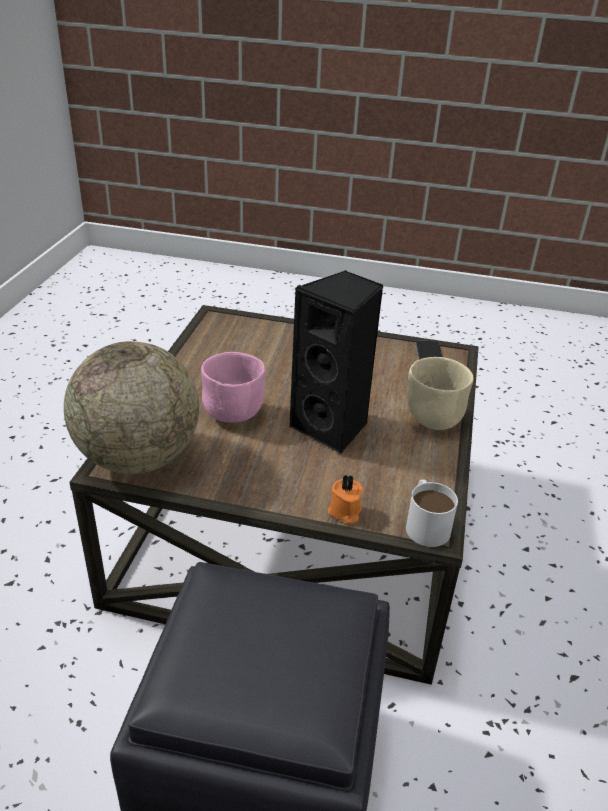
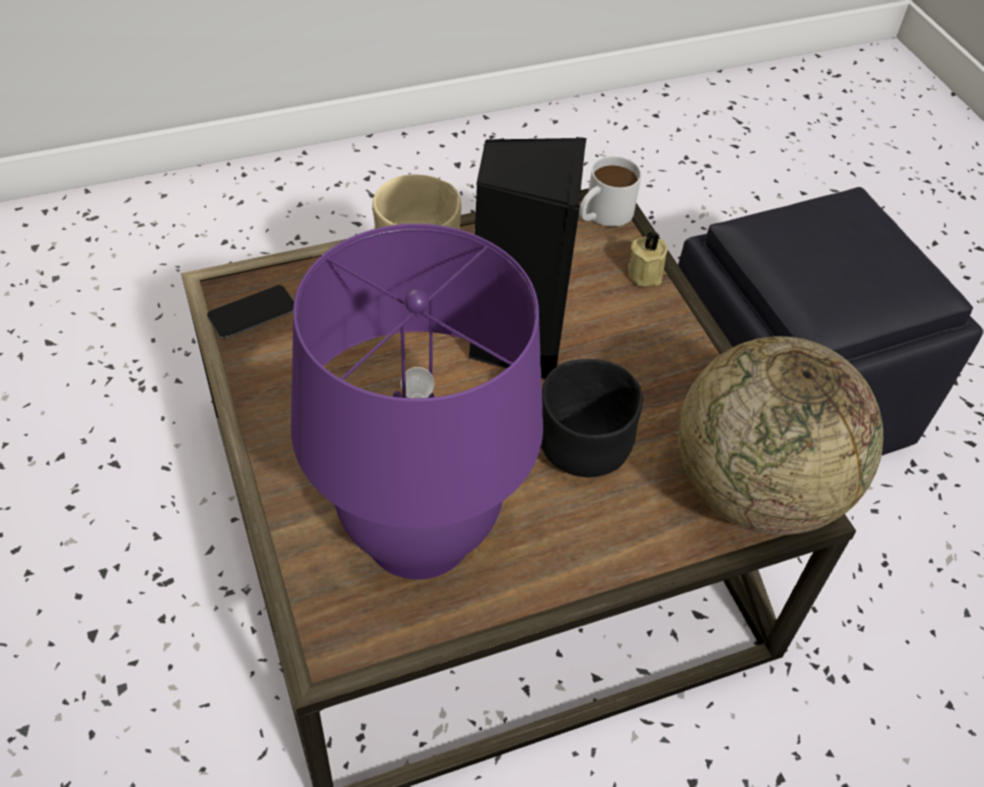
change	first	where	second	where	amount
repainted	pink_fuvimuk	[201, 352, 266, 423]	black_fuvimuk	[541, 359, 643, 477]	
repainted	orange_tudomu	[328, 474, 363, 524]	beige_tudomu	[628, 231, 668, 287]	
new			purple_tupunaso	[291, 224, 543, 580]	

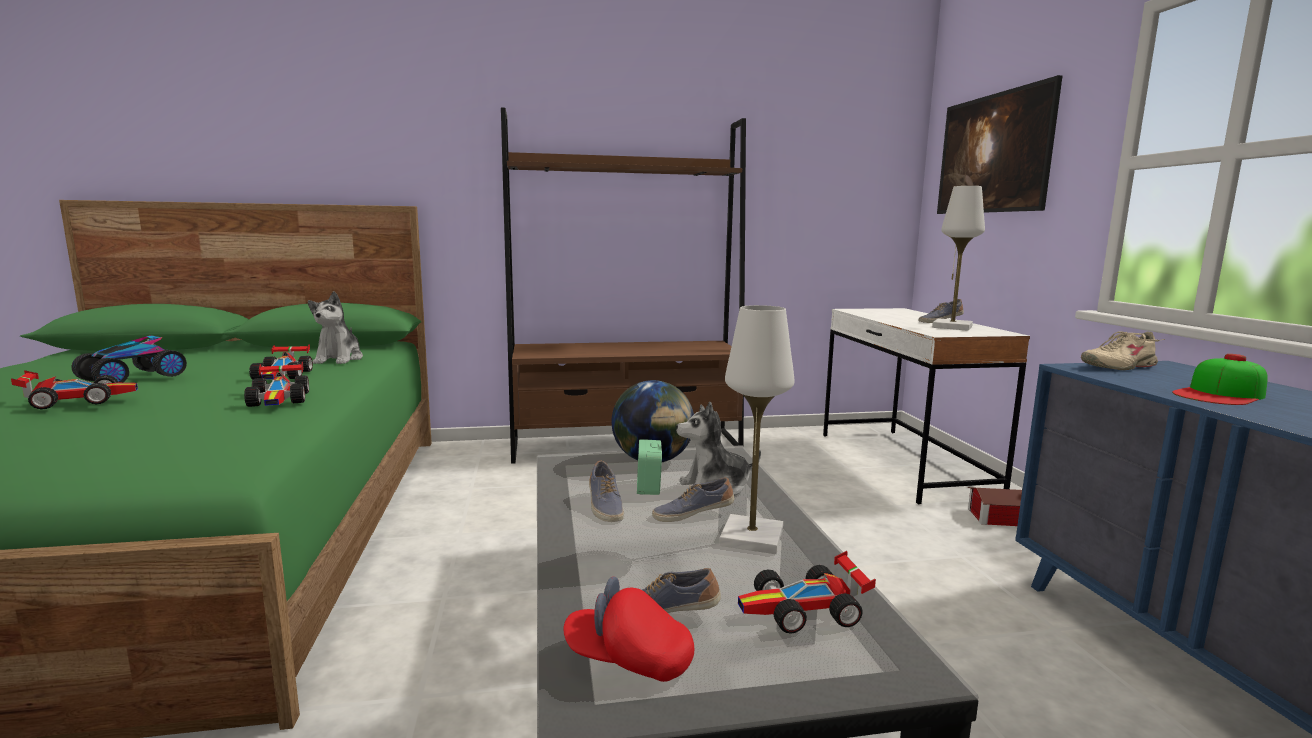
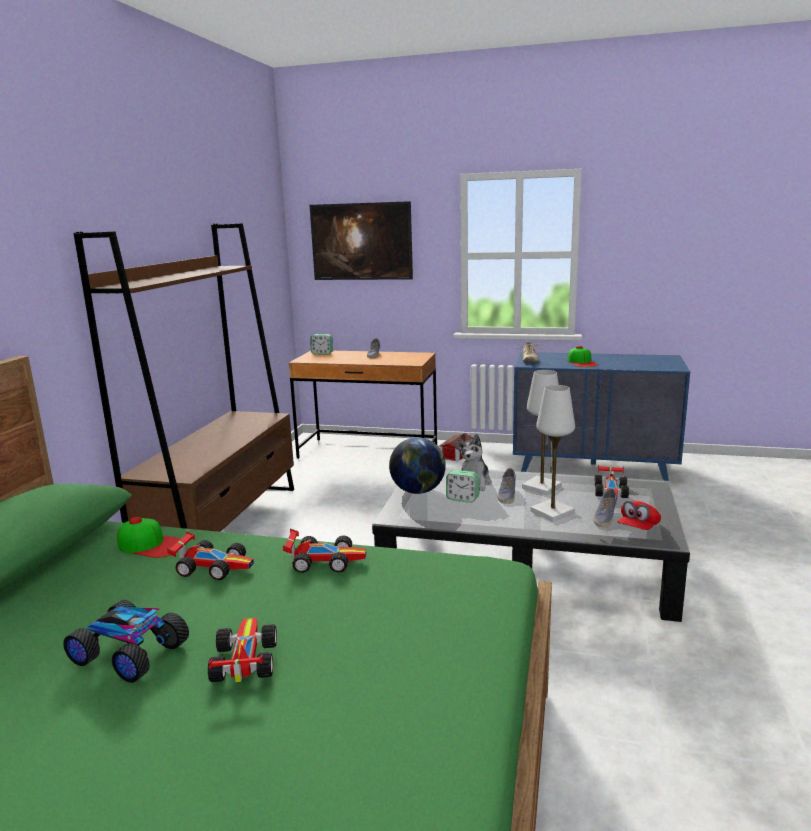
change	first	where	second	where	amount
rotated	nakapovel	[71, 335, 187, 383]		[63, 600, 189, 683]	150 degrees clockwise
swapped	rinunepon	[308, 291, 363, 364]	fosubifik	[117, 517, 186, 558]	
gone	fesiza	[589, 460, 624, 522]			
repainted	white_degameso	[823, 308, 1030, 504]	brown_degameso	[289, 351, 437, 459]	
shifted	white_tupunaso	[932, 186, 985, 331]		[530, 385, 575, 522]	
new			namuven	[310, 334, 333, 354]	

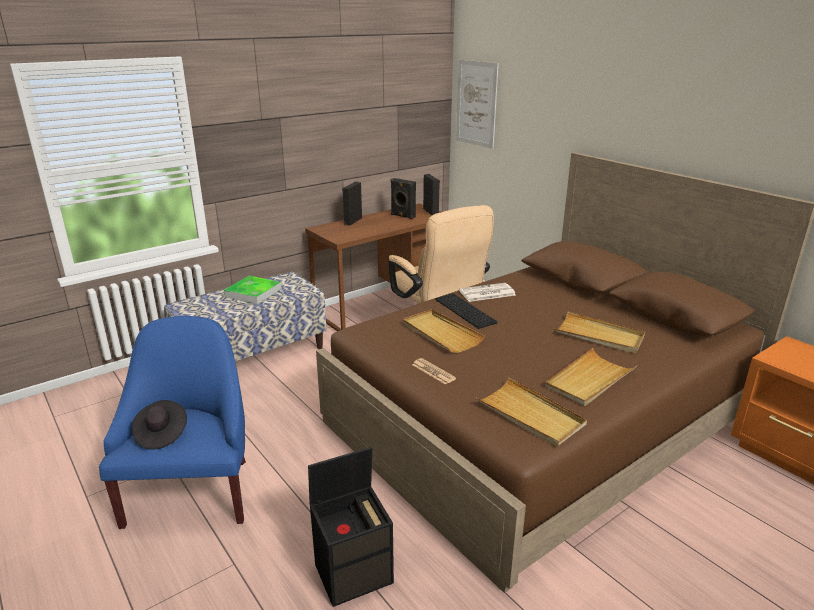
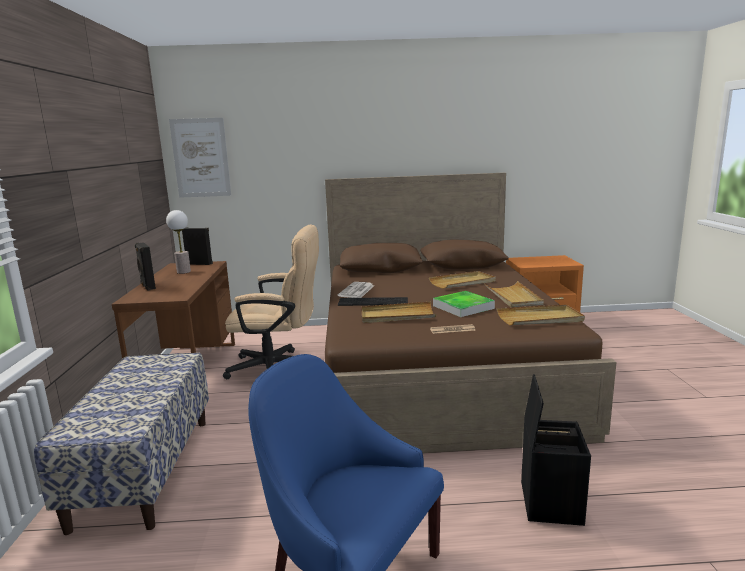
change	first	where	second	where	amount
gone	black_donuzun	[132, 400, 187, 450]			
shifted	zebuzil	[224, 276, 282, 304]		[433, 291, 495, 317]	
swapped	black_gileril	[391, 178, 416, 219]	tupunaso	[166, 210, 191, 274]	

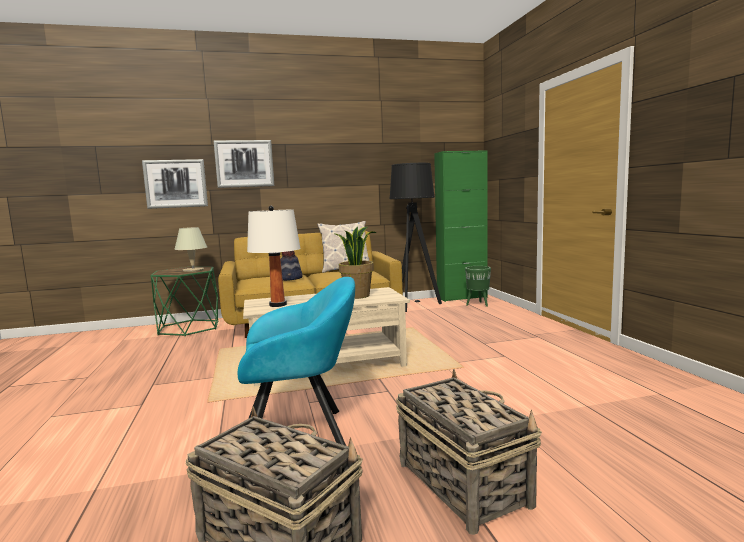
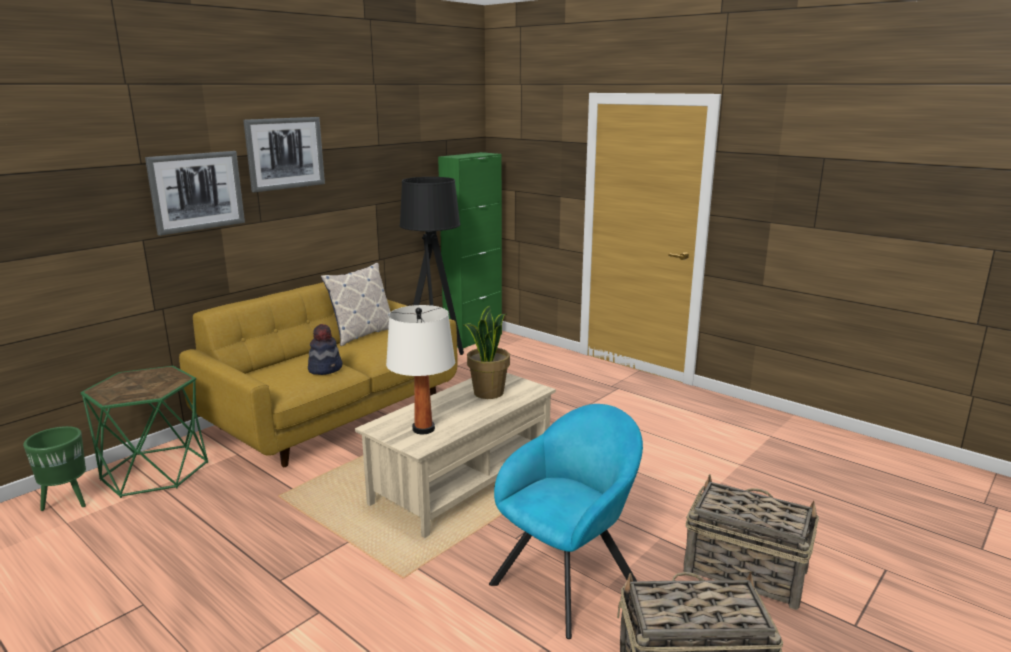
change	first	where	second	where	amount
shifted	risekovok	[142, 159, 208, 209]		[243, 117, 325, 192]	
gone	beige_tupunaso	[174, 227, 207, 272]			
shifted	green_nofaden	[465, 266, 491, 307]		[23, 426, 86, 511]	

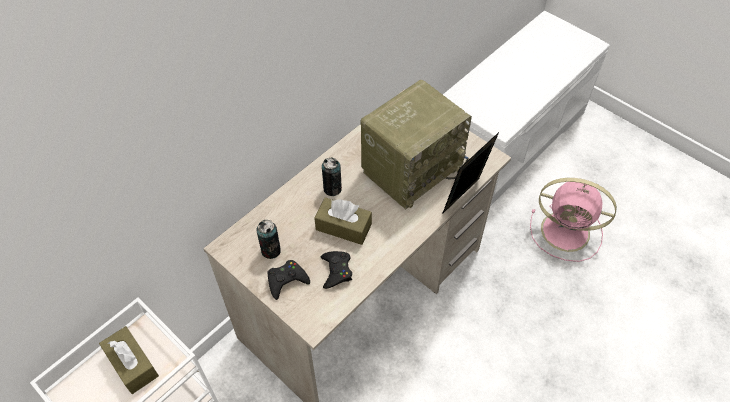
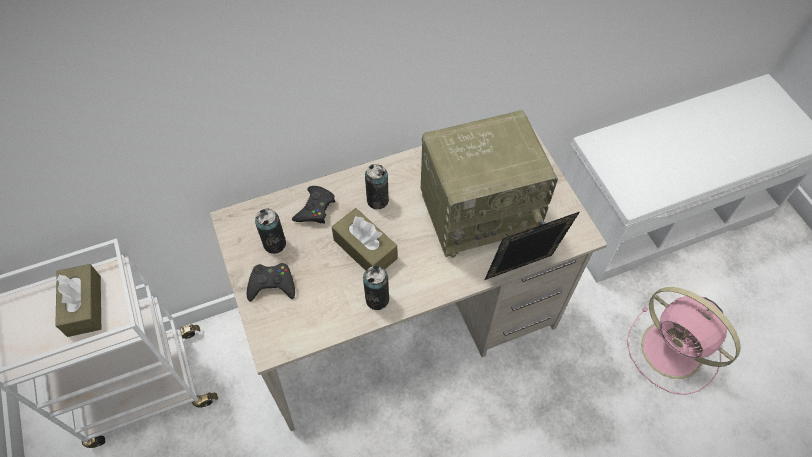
change	first	where	second	where	amount
shifted	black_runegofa	[321, 251, 352, 289]		[292, 186, 335, 224]	
new			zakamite	[363, 266, 389, 310]	

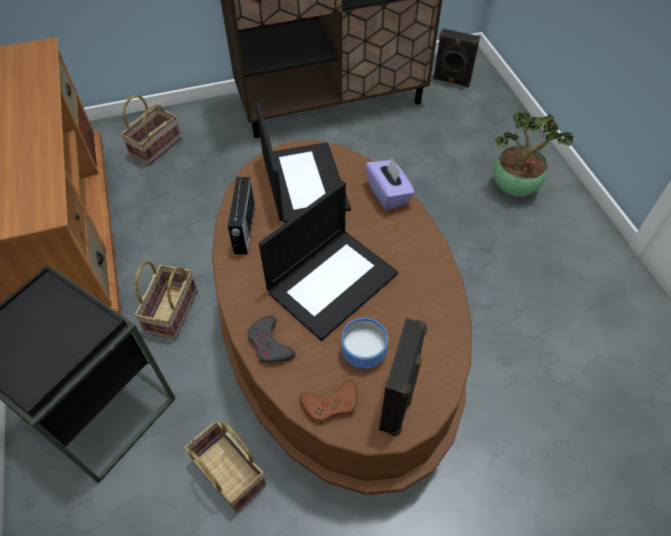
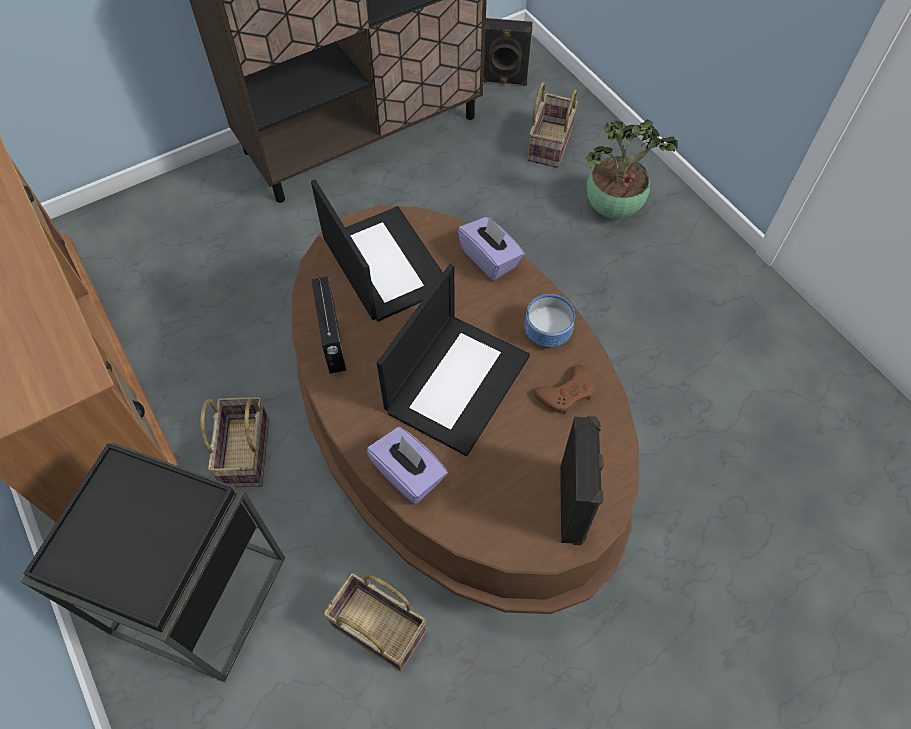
change	first	where	second	where	amount
shifted	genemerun	[121, 95, 181, 166]		[528, 82, 578, 168]	
swapped	grey_runegofa	[248, 315, 295, 362]	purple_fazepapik	[366, 427, 448, 504]	
shifted	brown_runegofa	[300, 379, 357, 424]		[534, 365, 595, 414]	
shifted	fuvimuk	[341, 318, 388, 369]		[524, 294, 575, 347]	

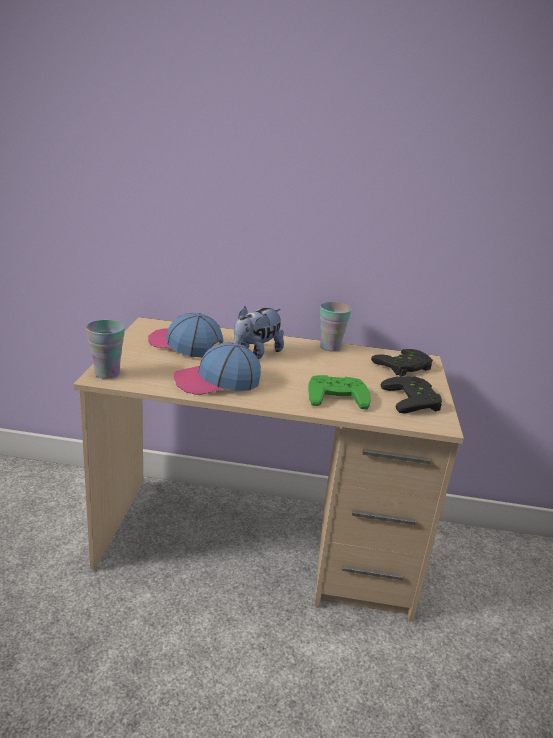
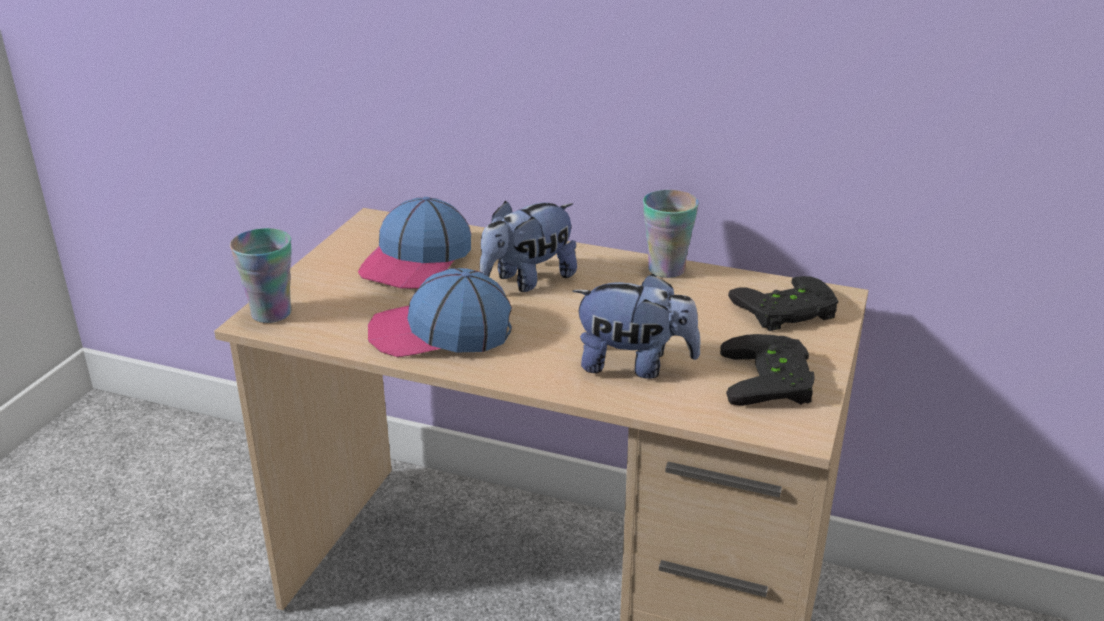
change	first	where	second	where	amount
rotated	fosubifik	[148, 313, 223, 357]		[358, 197, 471, 289]	105 degrees counterclockwise
swapped	green_runegofa	[308, 375, 371, 410]	rinunepon	[572, 274, 701, 379]	

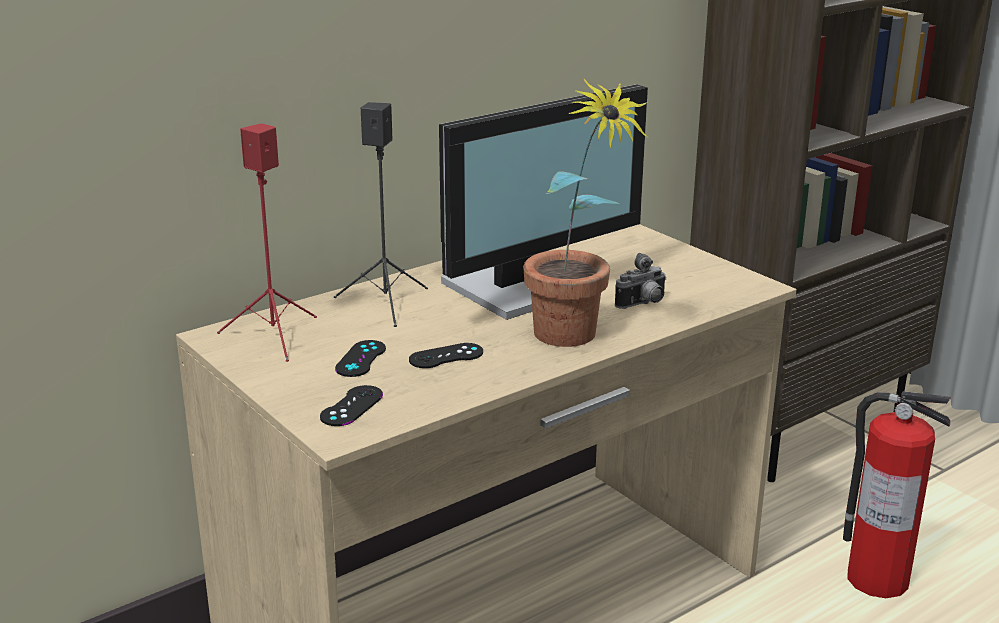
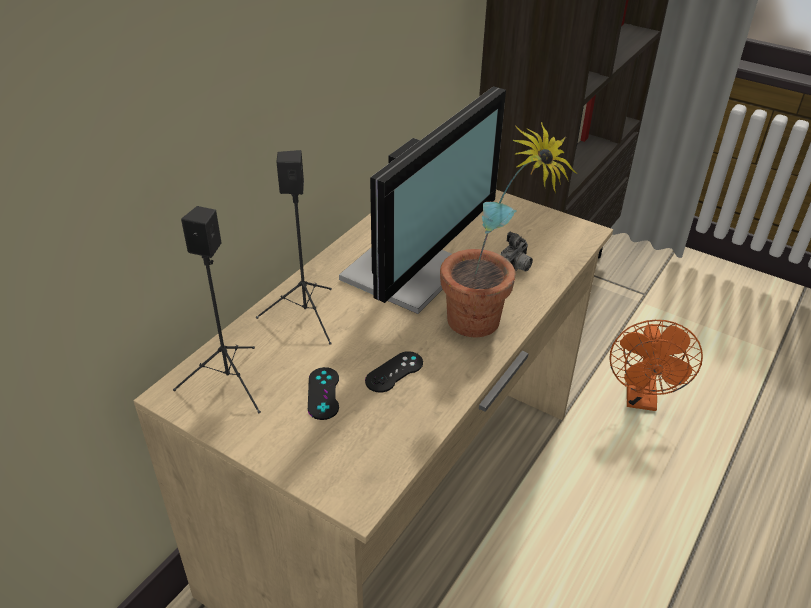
change	first	where	second	where	amount
repainted	red_gileril	[217, 123, 317, 362]	black_gileril	[173, 206, 261, 413]	
gone	black_runegofa	[320, 385, 383, 426]			
swapped	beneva	[843, 391, 951, 598]	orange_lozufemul	[609, 320, 703, 411]	

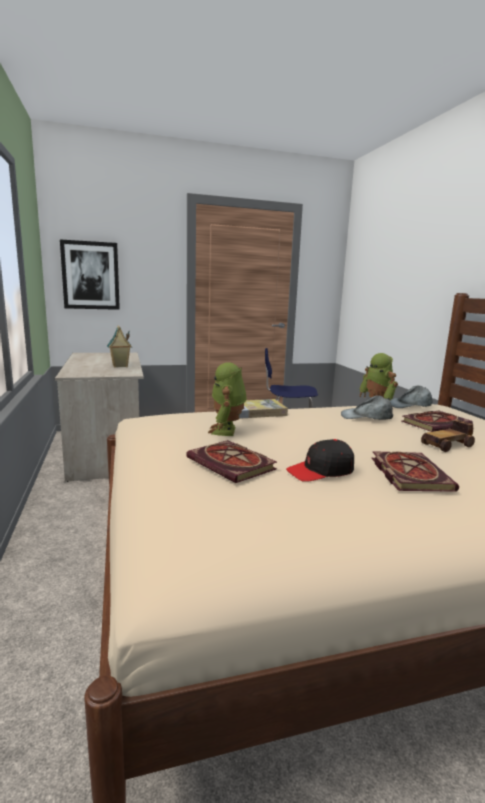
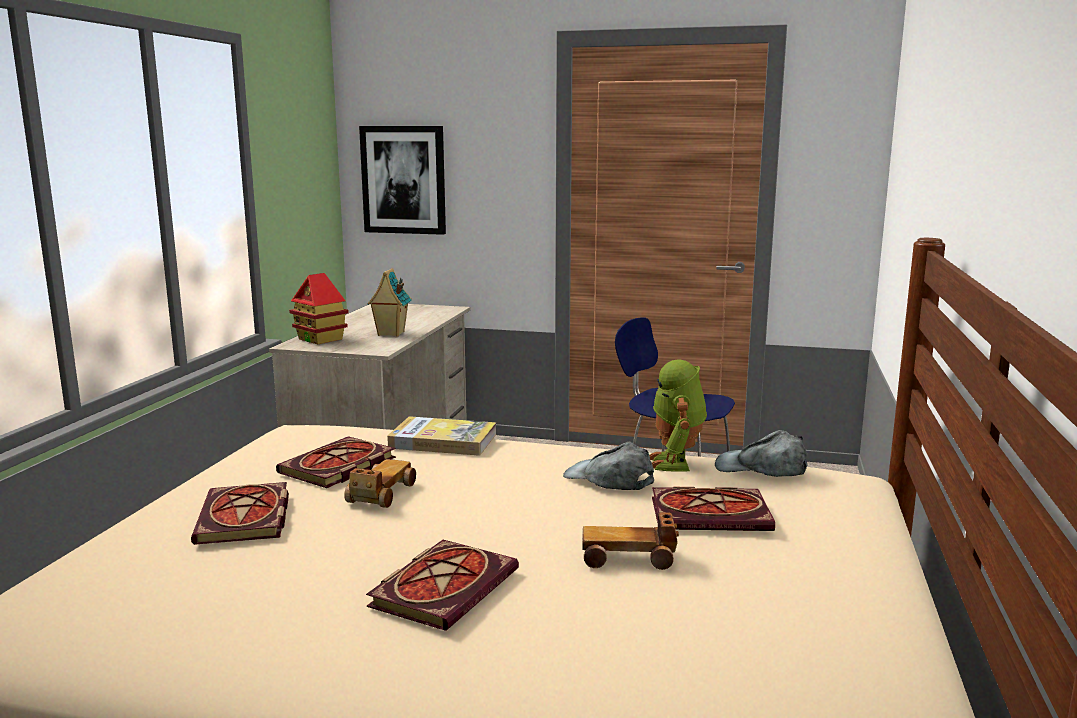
change	first	where	second	where	amount
swapped	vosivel	[208, 362, 247, 436]	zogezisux	[276, 436, 396, 488]	
gone	black_fosubifik	[286, 439, 354, 482]			
new			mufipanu	[289, 273, 349, 344]	
new			nakapovel	[344, 459, 416, 508]	

